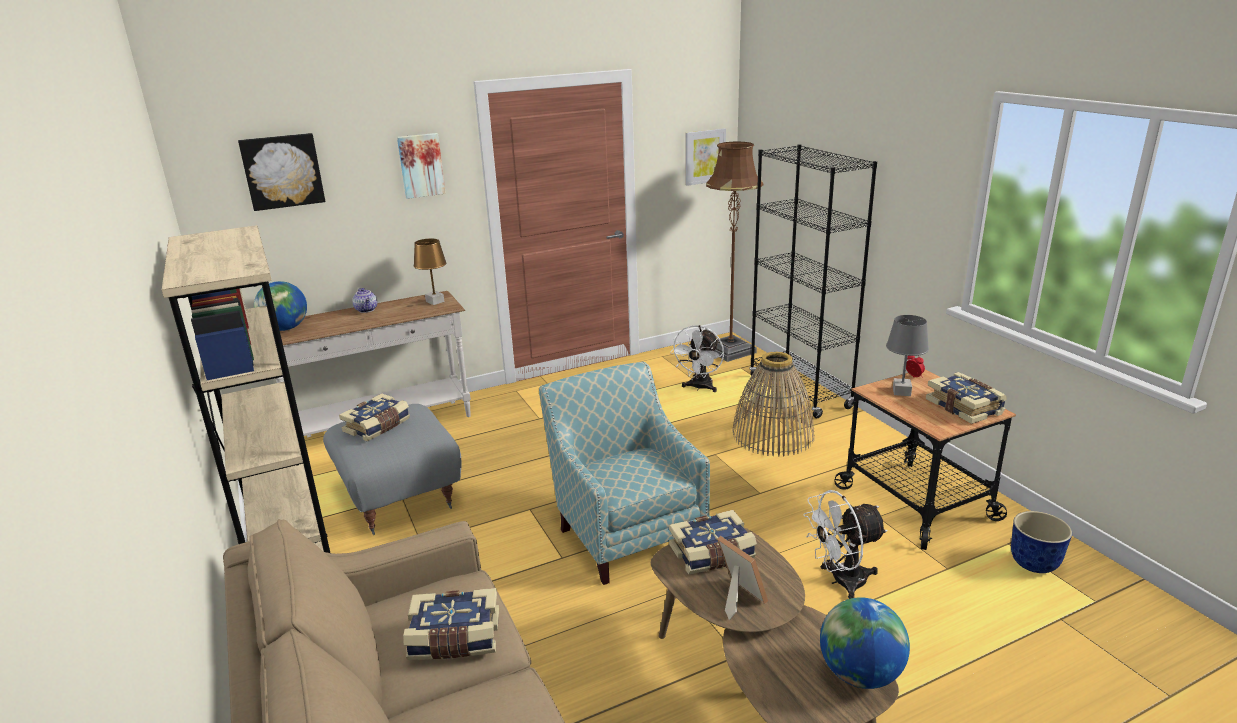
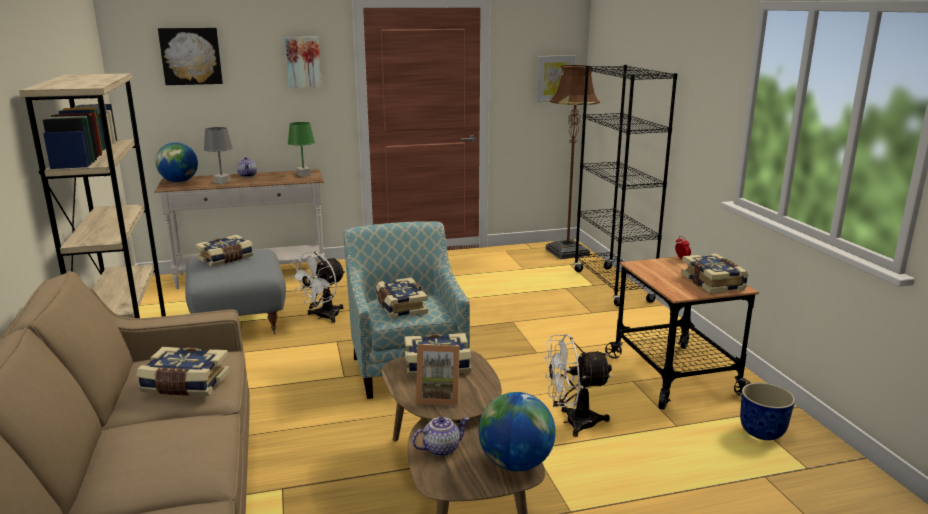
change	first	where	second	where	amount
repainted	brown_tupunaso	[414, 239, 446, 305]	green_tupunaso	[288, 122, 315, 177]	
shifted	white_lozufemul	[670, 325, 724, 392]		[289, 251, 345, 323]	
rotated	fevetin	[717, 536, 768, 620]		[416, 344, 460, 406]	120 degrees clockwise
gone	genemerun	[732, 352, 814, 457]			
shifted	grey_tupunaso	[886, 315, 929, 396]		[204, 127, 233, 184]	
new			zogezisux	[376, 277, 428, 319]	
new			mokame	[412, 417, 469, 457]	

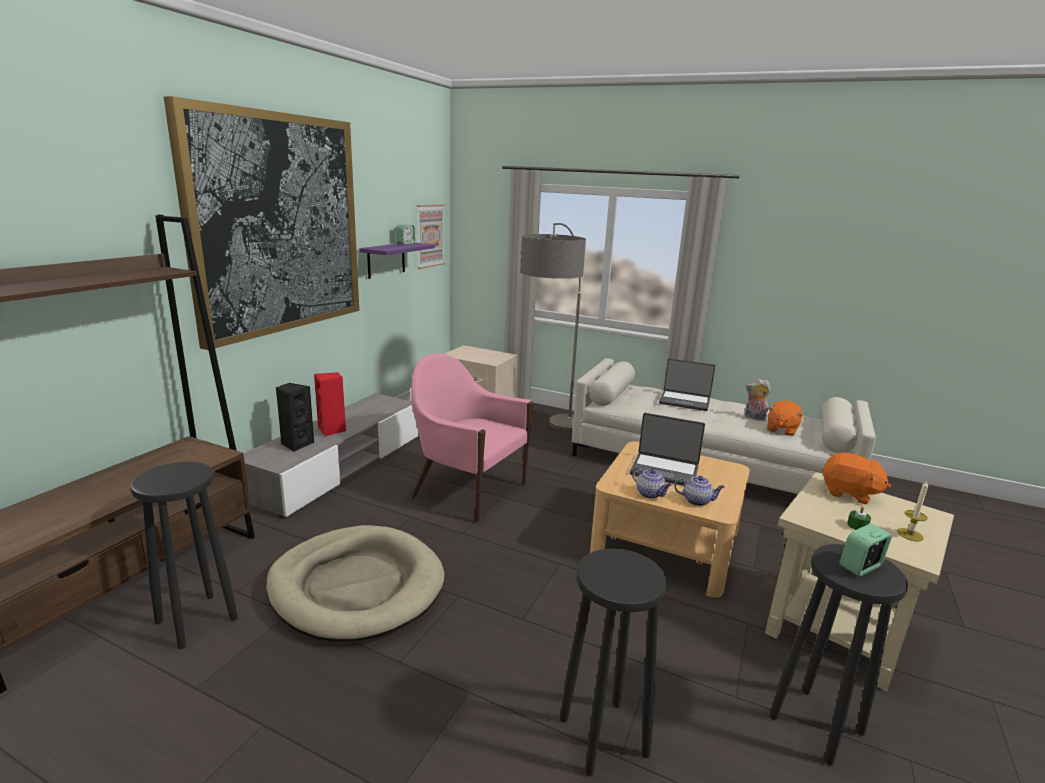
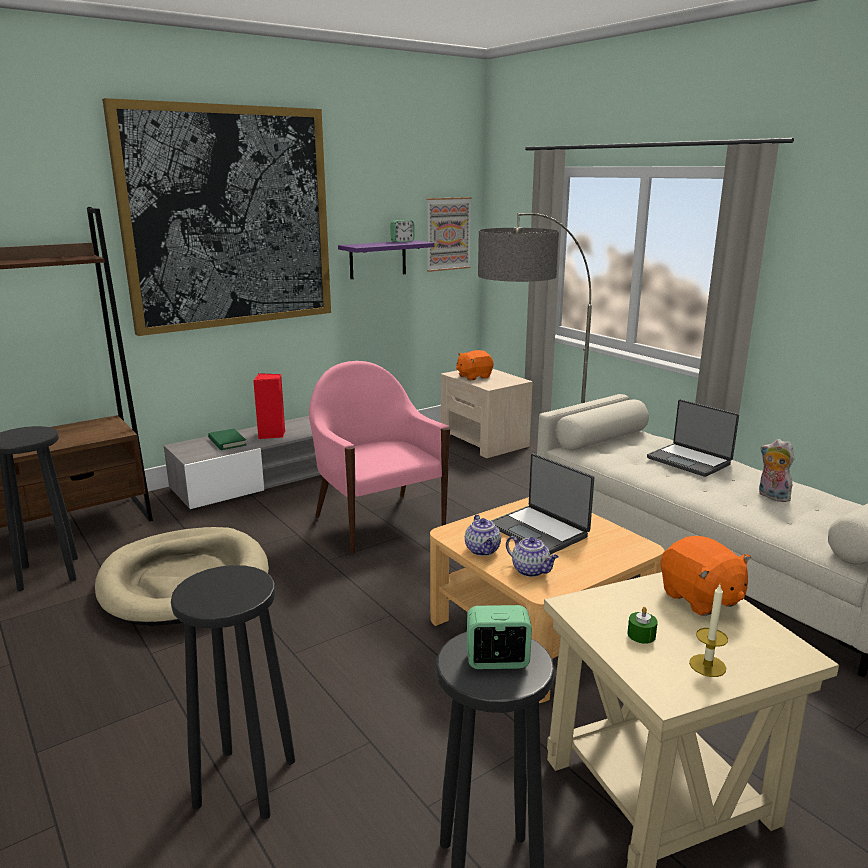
change	first	where	second	where	amount
swapped	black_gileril	[276, 383, 314, 452]	green_zogezisux	[208, 429, 246, 450]	
shifted	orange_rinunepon	[767, 401, 803, 436]		[456, 350, 494, 381]	

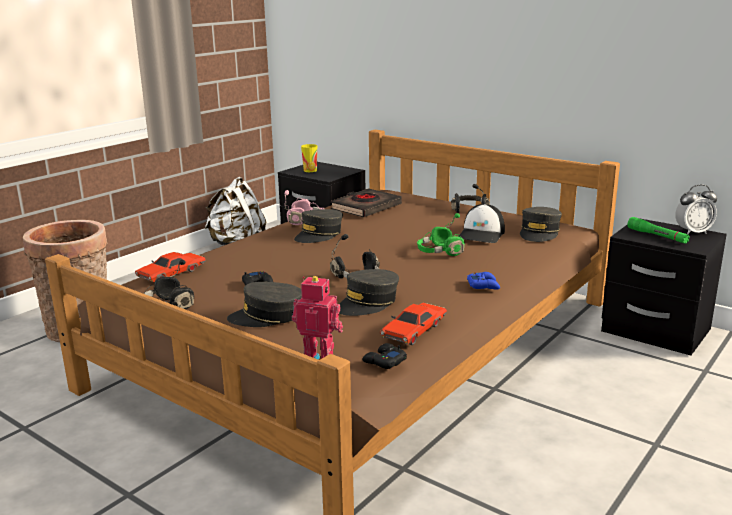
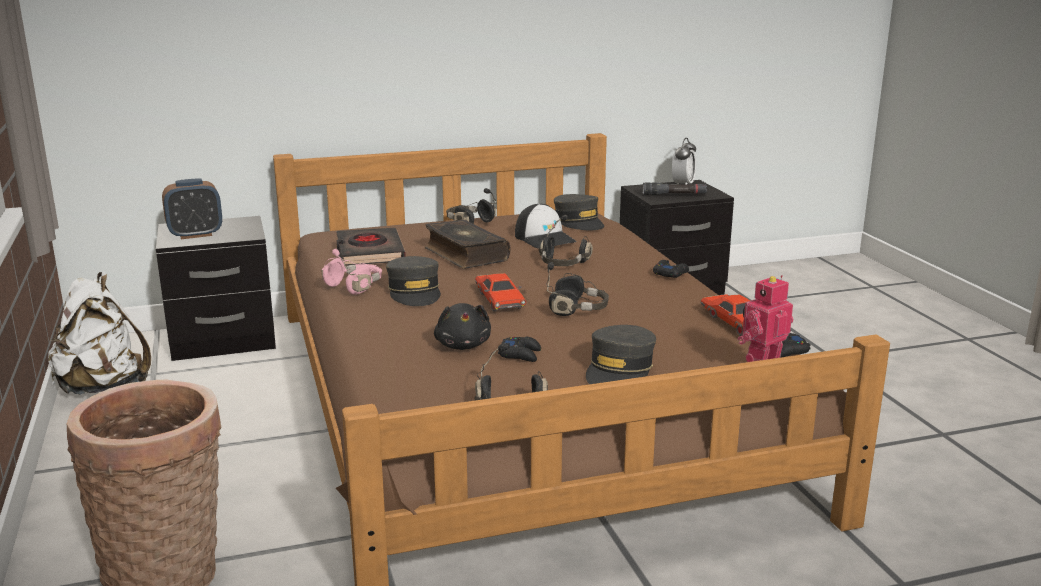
change	first	where	second	where	amount
shifted	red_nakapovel	[135, 252, 206, 282]		[475, 273, 526, 312]	
swapped	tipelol	[301, 144, 317, 172]	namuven	[162, 178, 222, 239]	
gone	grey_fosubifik	[339, 269, 399, 316]			
repainted	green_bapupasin	[417, 213, 465, 256]	black_bapupasin	[539, 215, 593, 266]	
repainted	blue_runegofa	[467, 272, 500, 290]	black_runegofa	[653, 260, 689, 278]	
repainted	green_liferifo	[627, 217, 690, 244]	black_liferifo	[643, 182, 707, 195]	
new			zogezisux	[425, 220, 510, 269]	
new			black_rinunepon	[434, 303, 491, 350]	

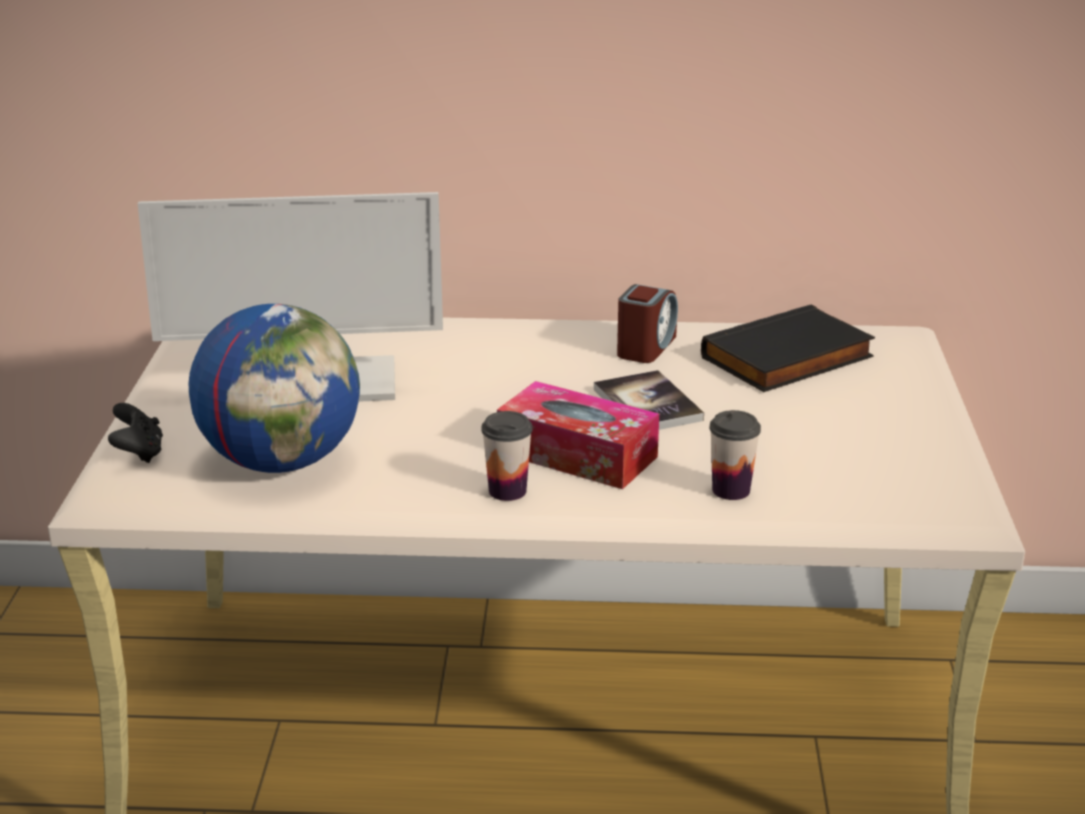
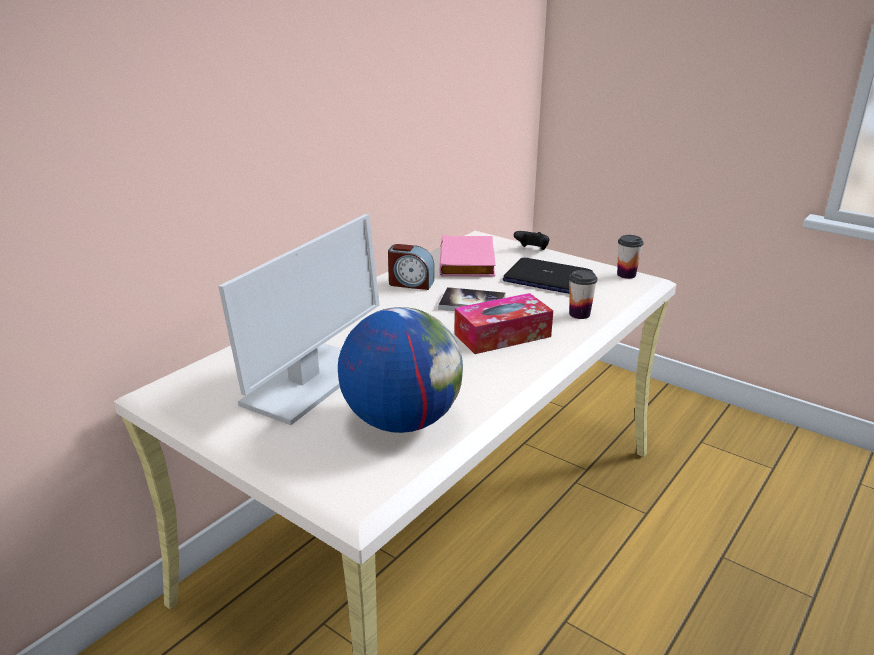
change	first	where	second	where	amount
shifted	black_runegofa	[108, 403, 163, 463]		[514, 231, 549, 250]	
shifted	tipelol	[481, 411, 533, 501]		[617, 235, 644, 279]	
rotated	namuven	[617, 284, 678, 363]		[388, 244, 434, 290]	135 degrees clockwise
repainted	black_zogezisux	[701, 304, 875, 392]	pink_zogezisux	[440, 235, 496, 277]	
new			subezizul	[503, 258, 593, 294]	

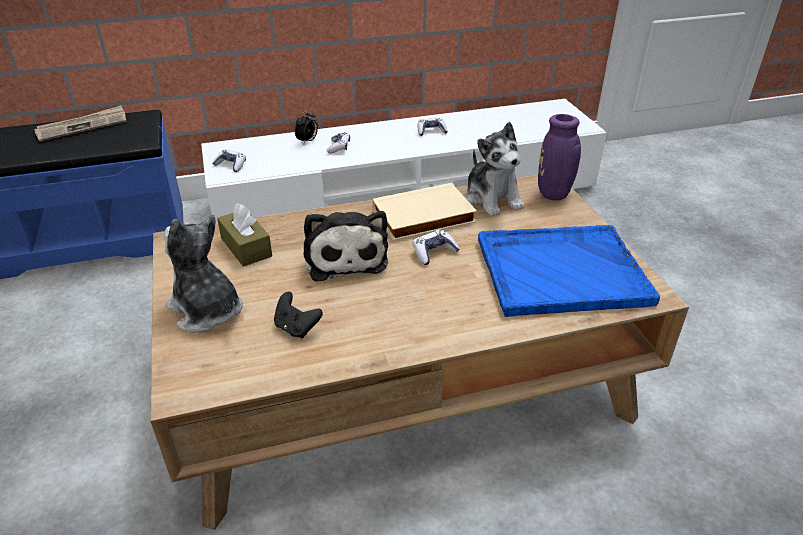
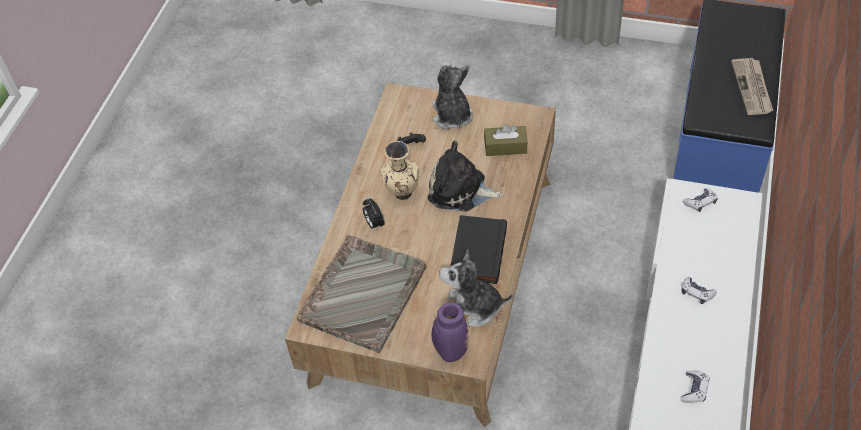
change	first	where	second	where	amount
rotated	rinunepon	[164, 215, 242, 333]		[432, 62, 473, 129]	90 degrees counterclockwise
shifted	namuven	[295, 110, 318, 143]		[363, 199, 385, 231]	
repainted	beige_zogezisux	[372, 183, 477, 241]	black_zogezisux	[450, 215, 507, 284]	
gone	runegofa	[413, 230, 460, 265]			
repainted	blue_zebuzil	[478, 225, 660, 317]	grey_zebuzil	[297, 235, 426, 353]	
new			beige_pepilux	[381, 141, 419, 200]	

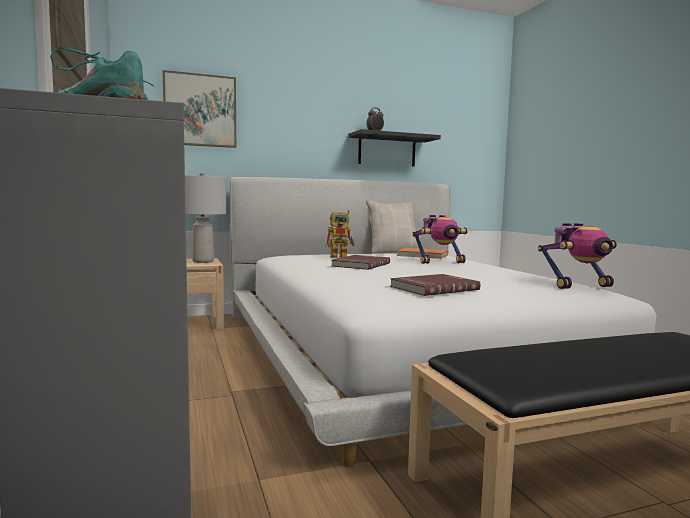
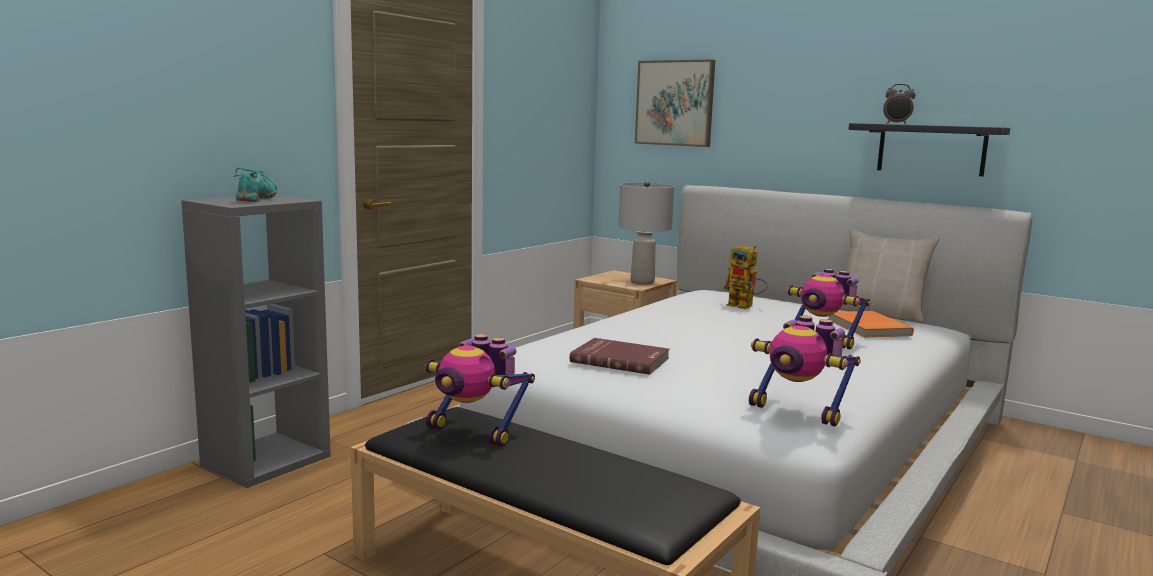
change	first	where	second	where	amount
gone	red_zogezisux	[331, 255, 390, 270]			
new			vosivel	[425, 334, 535, 447]	

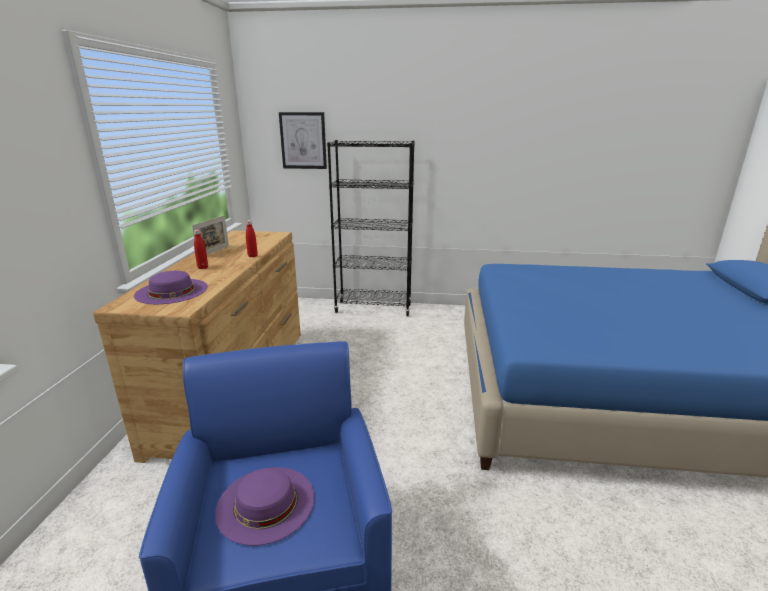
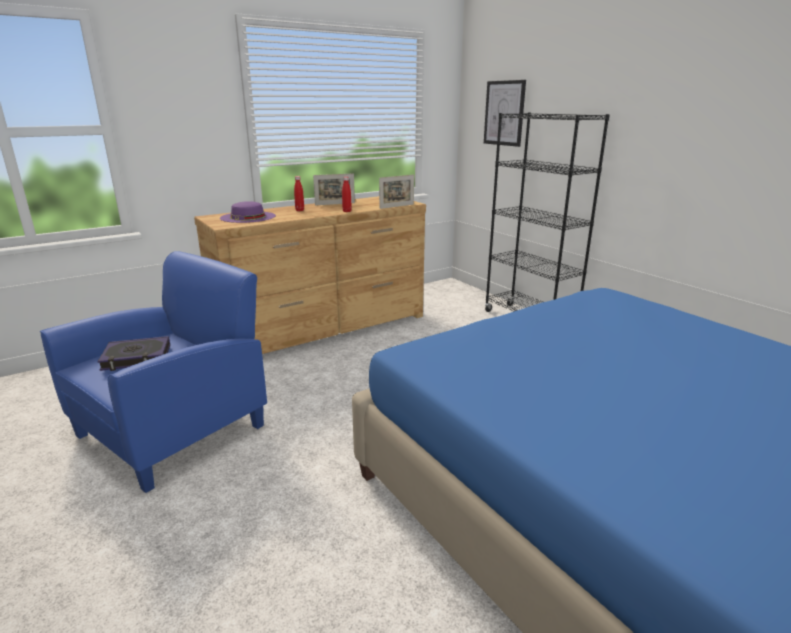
change	first	where	second	where	amount
swapped	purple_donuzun	[215, 467, 315, 546]	zogezisux	[98, 336, 170, 371]	
new			fevetin	[379, 175, 414, 209]	

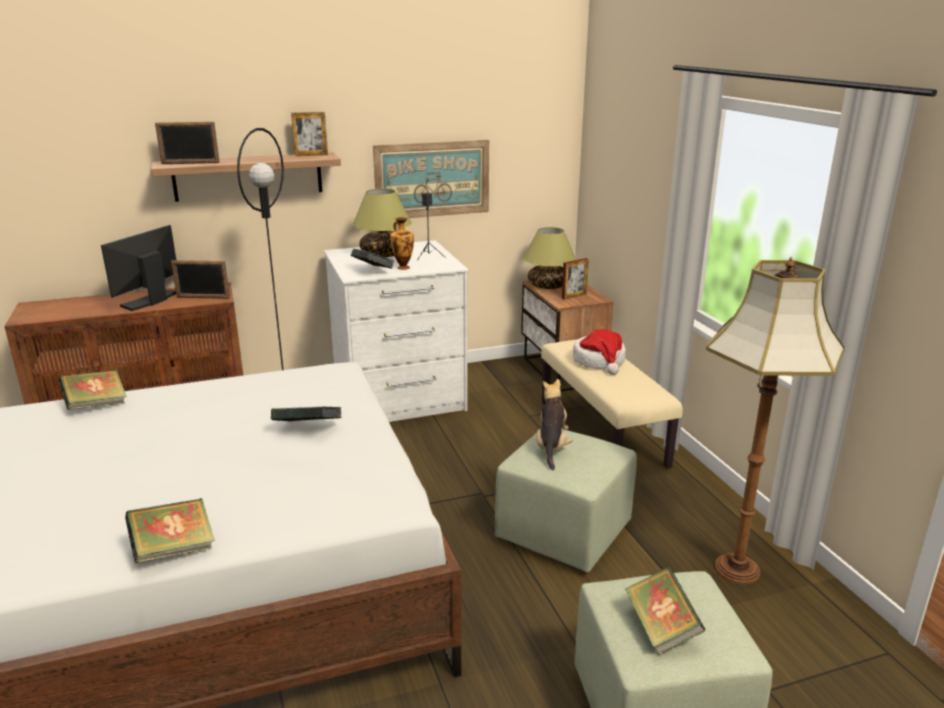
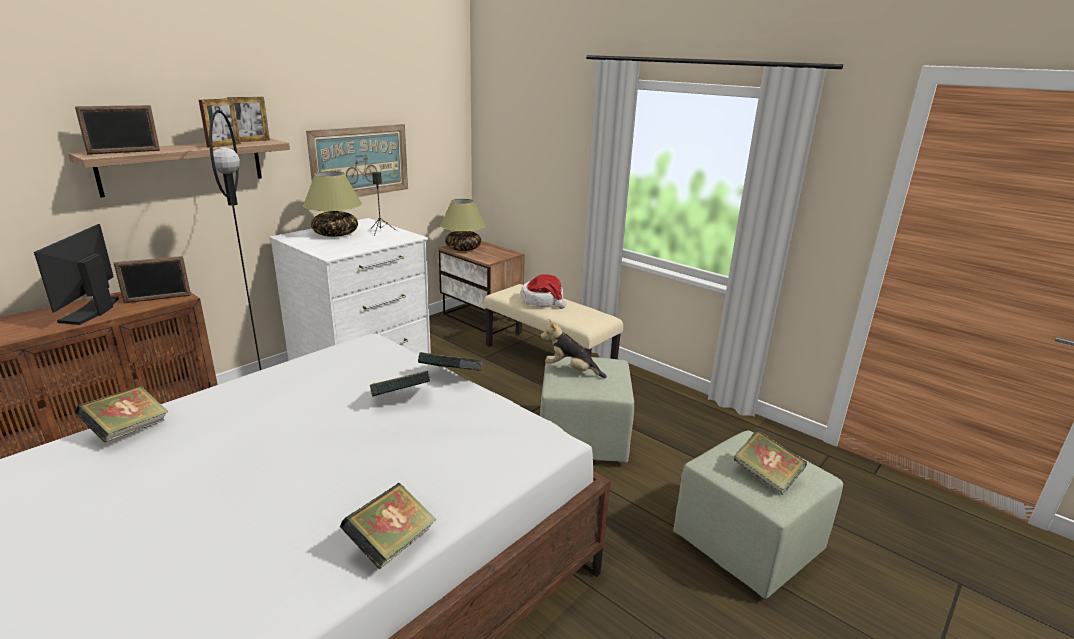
change	first	where	second	where	amount
shifted	zogezisux	[351, 249, 395, 268]		[418, 352, 483, 371]	
gone	pepilux	[390, 217, 414, 270]			
rotated	rinunepon	[536, 379, 573, 470]		[540, 319, 607, 378]	45 degrees counterclockwise
shifted	fevetin	[562, 258, 589, 299]		[199, 98, 241, 148]	
gone	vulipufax	[706, 257, 845, 584]			

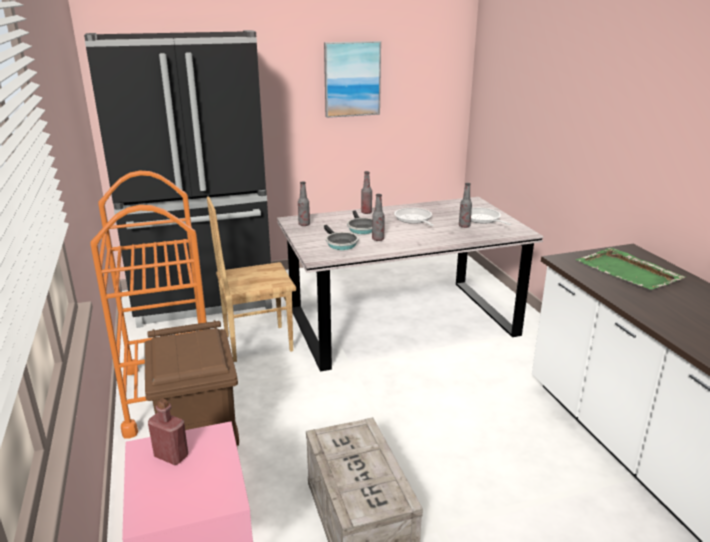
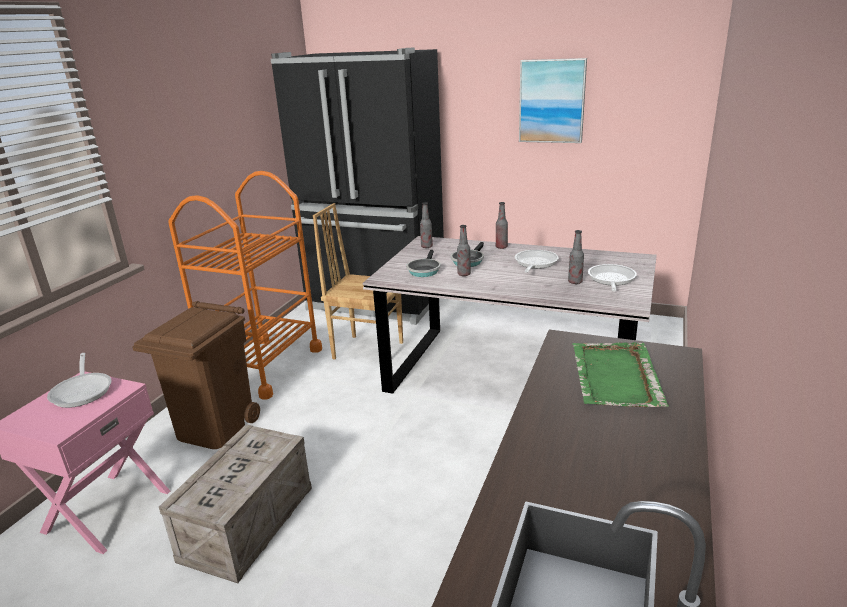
change	first	where	second	where	amount
swapped	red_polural	[148, 399, 188, 465]	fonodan	[47, 353, 112, 408]	

